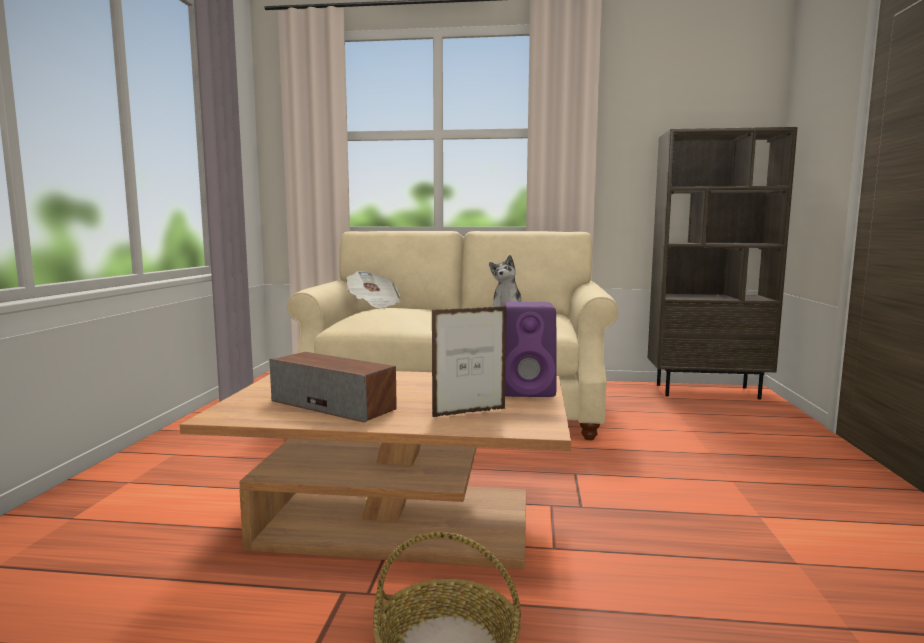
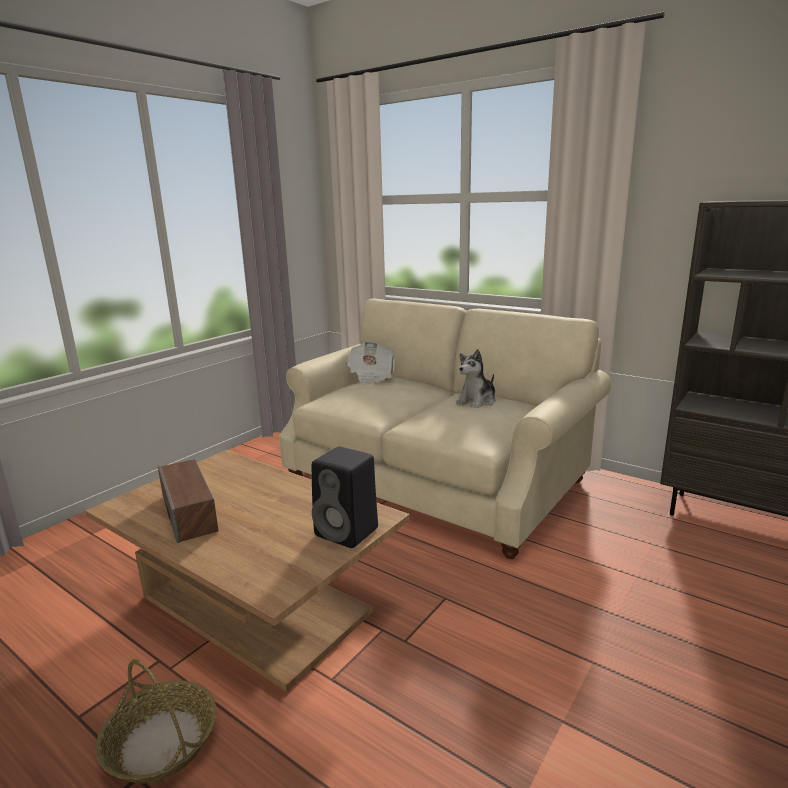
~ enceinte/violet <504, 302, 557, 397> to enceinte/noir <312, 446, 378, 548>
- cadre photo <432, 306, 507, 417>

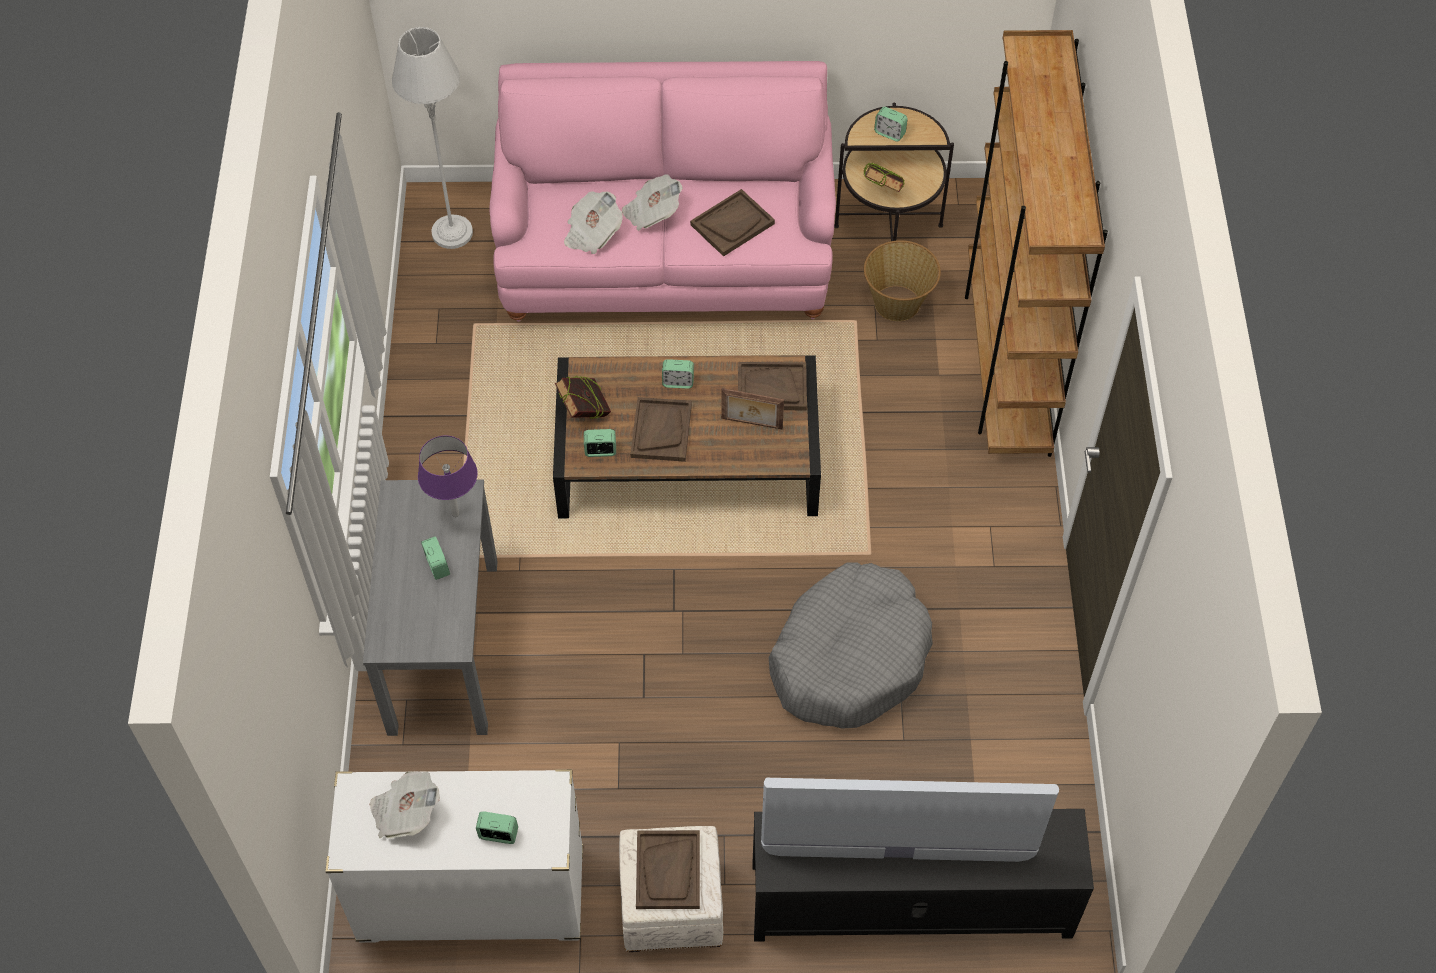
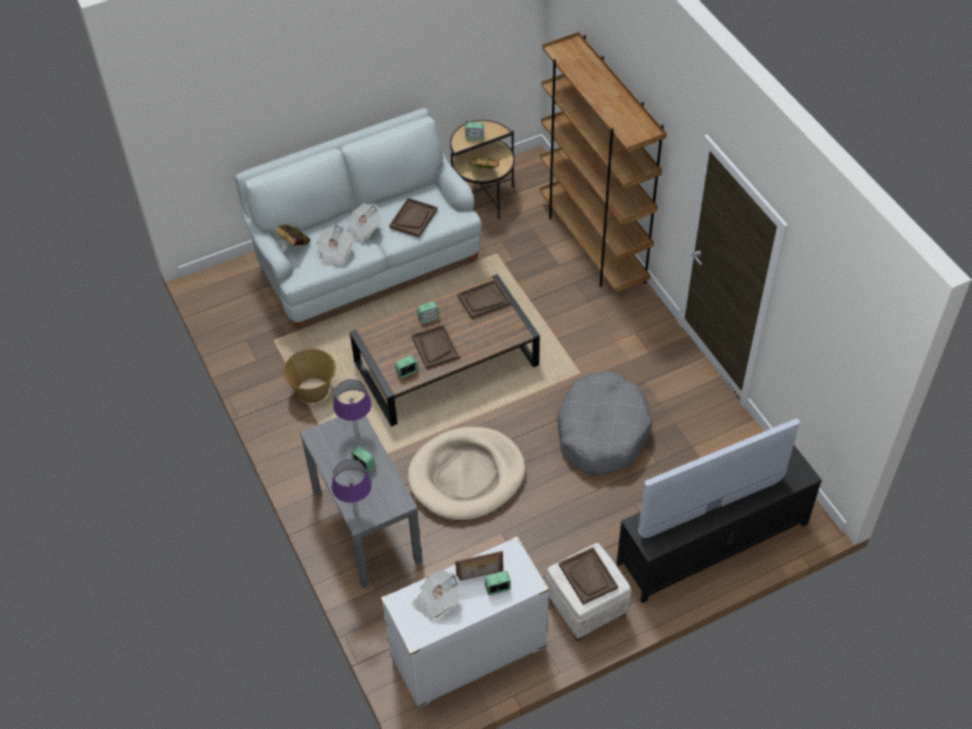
- lampadaire/gris <392, 27, 473, 249>
~ canapé/rose <490, 61, 836, 322> to canapé/blanc <235, 108, 481, 329>
~ panier <864, 240, 941, 321> to <284, 349, 336, 403>
~ livre <555, 375, 611, 419> to <275, 224, 310, 246>
~ cadre photo <721, 388, 784, 430> to <455, 551, 503, 581>
+ panier pour chien/beige <408, 427, 525, 521>
+ lampe de table/violet <332, 459, 372, 514>

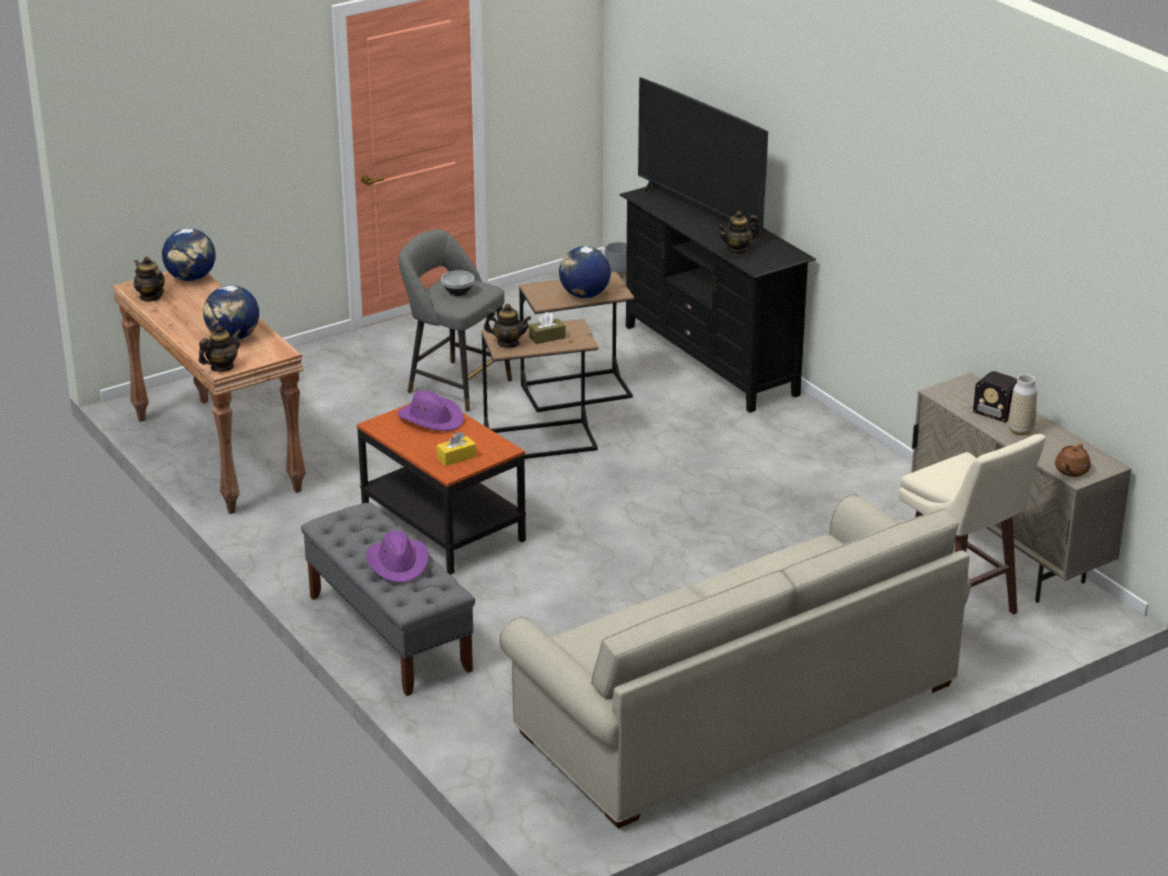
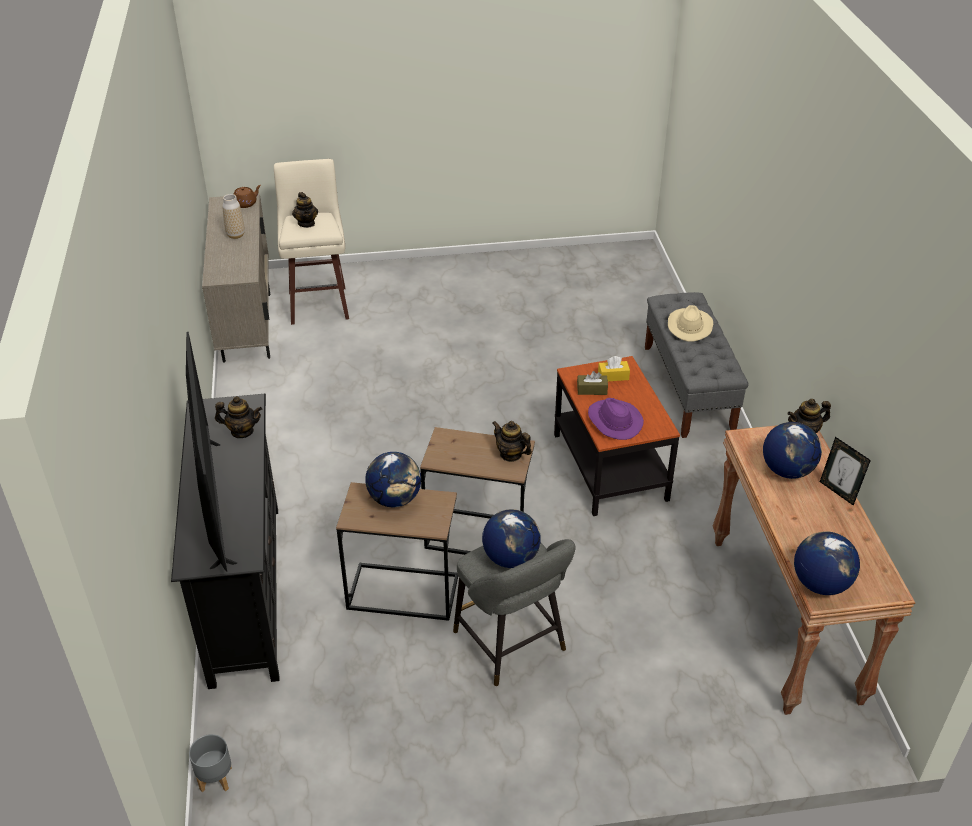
~ théière <134, 257, 165, 302> to <292, 192, 318, 228>
~ bol <441, 270, 474, 296> to globe <482, 509, 541, 568>
~ boîte à mouchoirs/marron <529, 312, 565, 344> to <577, 371, 608, 395>
- radio <956, 371, 1017, 423>
- canapé/beige <499, 494, 971, 828>
~ chapeau/violet <365, 531, 429, 583> to chapeau/beige <668, 305, 713, 342>
+ cadre photo <820, 437, 871, 506>

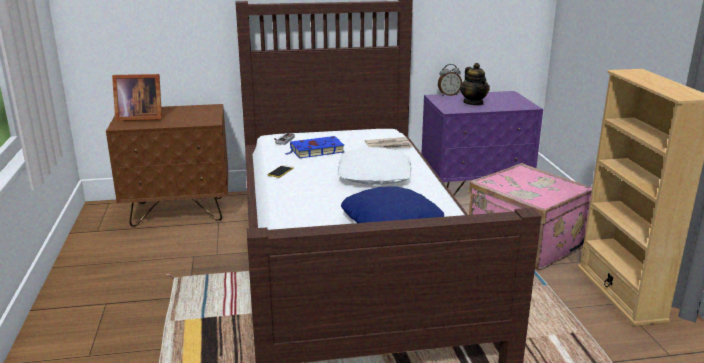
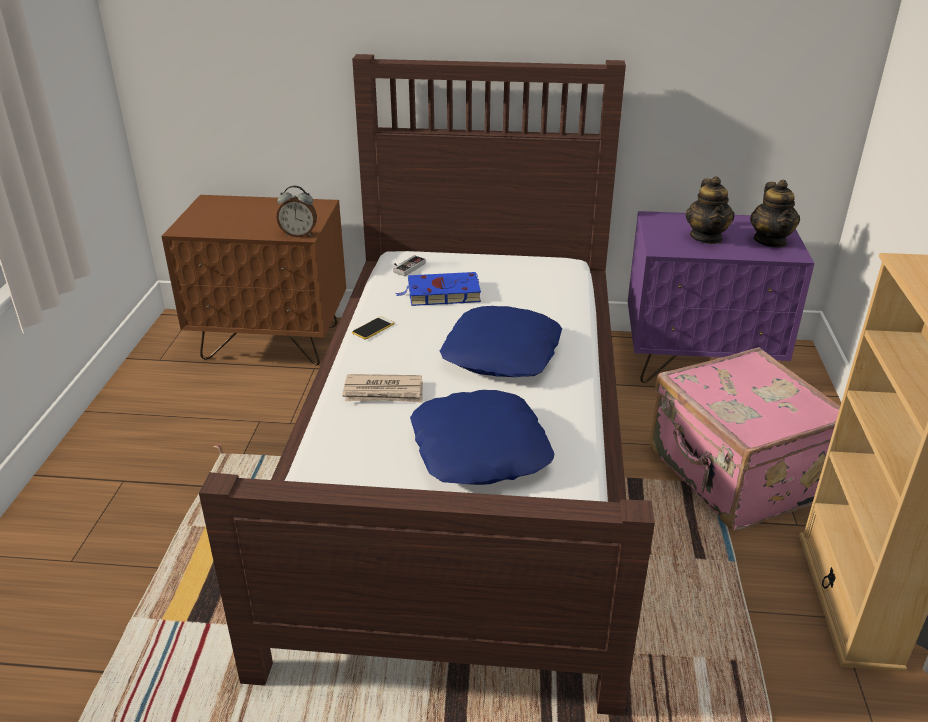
~ réveil <438, 64, 462, 96> to <276, 185, 317, 237>
- cadre photo <112, 74, 162, 121>
~ journal <365, 137, 413, 148> to <342, 374, 423, 403>
~ coussin/blanc <338, 147, 412, 185> to coussin/bleu <440, 306, 562, 377>
+ théière <750, 180, 800, 248>

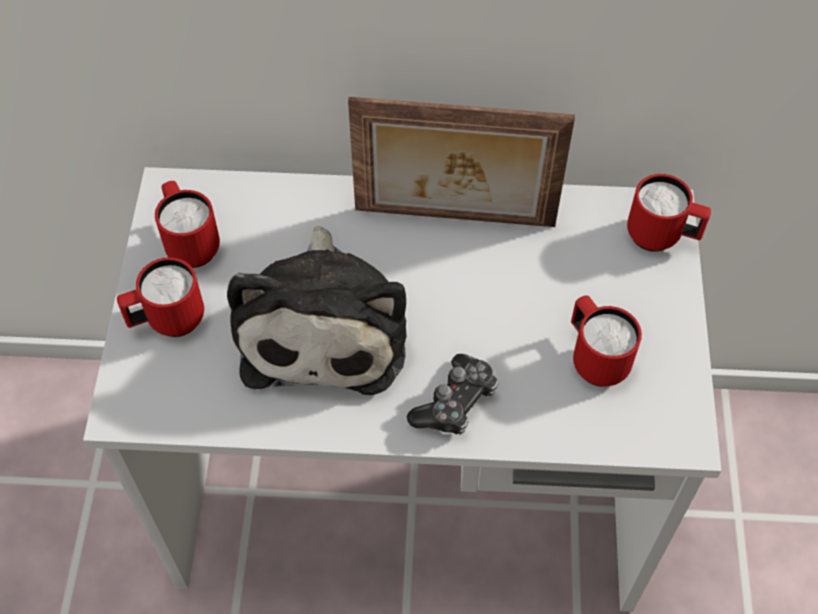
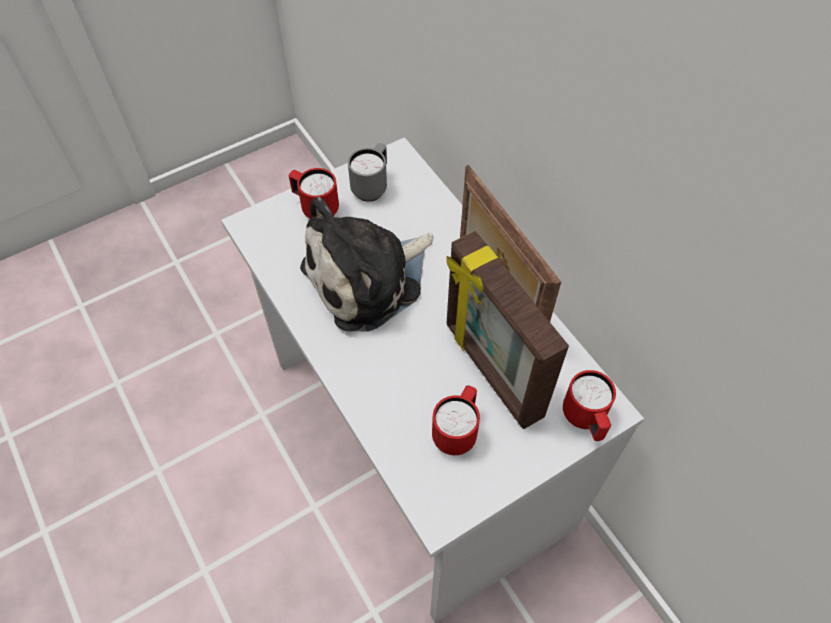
~ mug/rouge <155, 181, 220, 268> to mug/gris <348, 143, 387, 202>
- manette <407, 354, 498, 435>
+ cadre photo <446, 231, 569, 429>

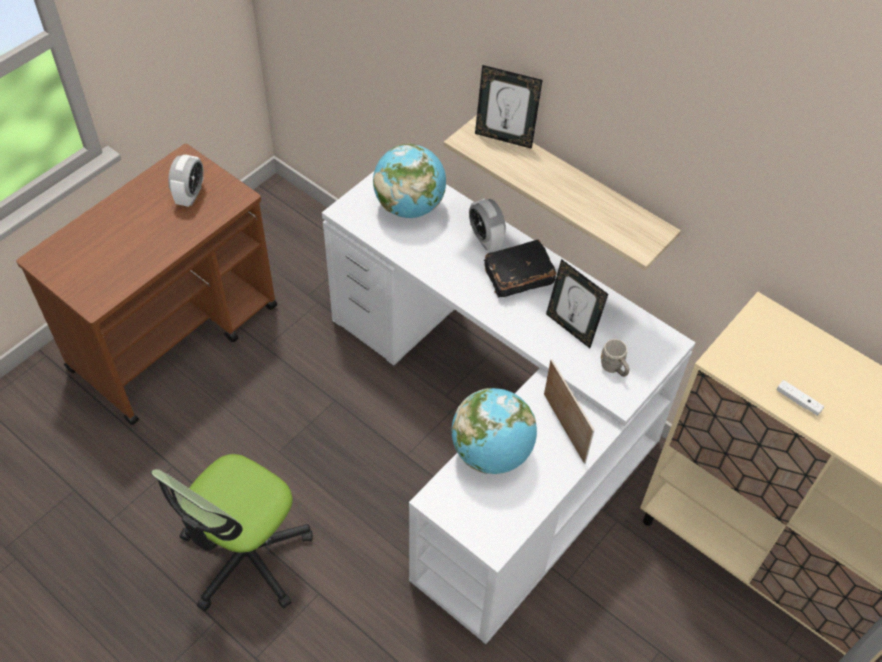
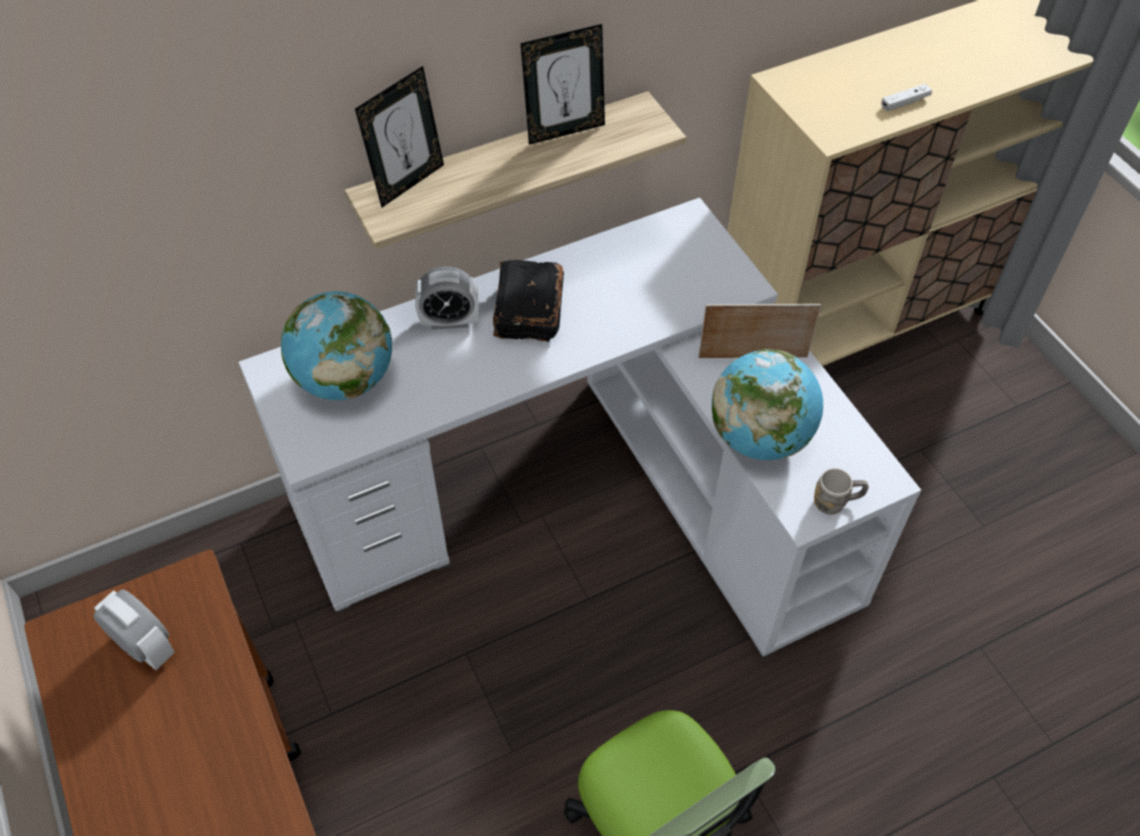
~ cadre photo <546, 259, 608, 348> to <521, 24, 605, 145>
~ mug/gris <601, 339, 630, 377> to <814, 468, 869, 515>

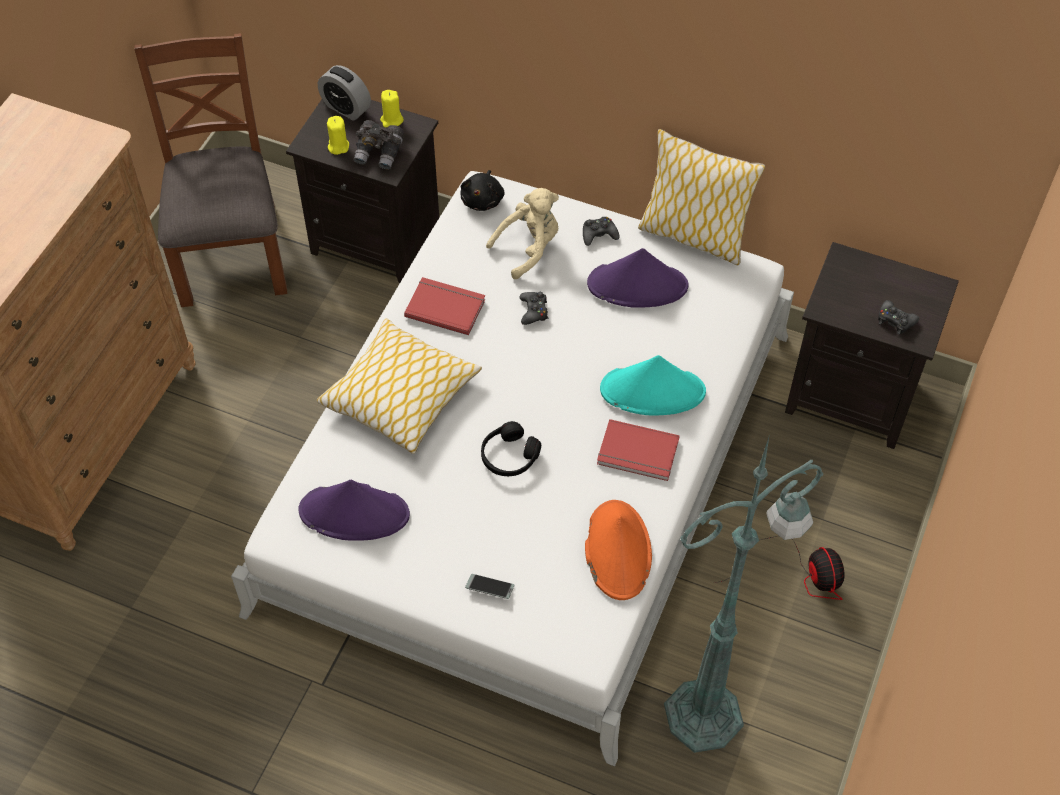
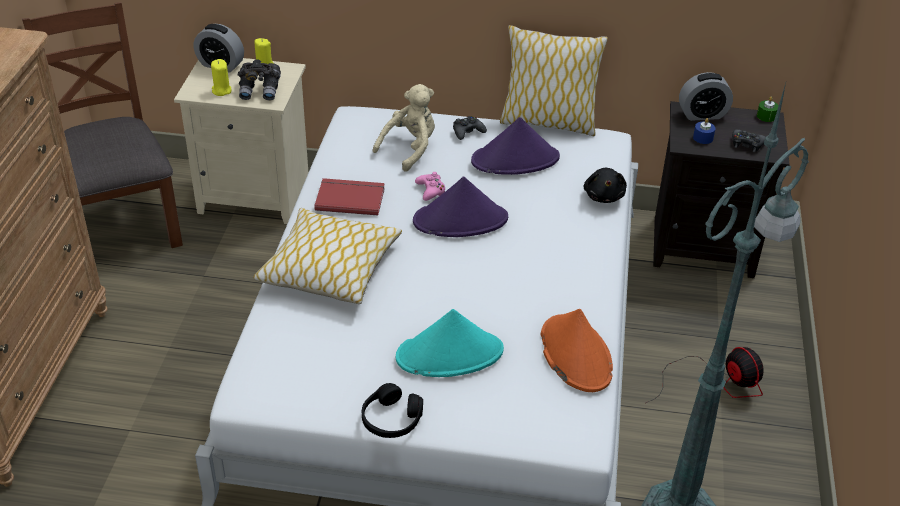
~ table de chevet/noir <286, 100, 439, 284> to table de chevet/beige <174, 58, 309, 224>
~ peluche/noir <460, 170, 505, 211> to <584, 168, 627, 203>
~ manette/noir <520, 292, 548, 325> to manette/rose <415, 172, 445, 201>
~ chapeau/turquoise <600, 355, 706, 415> to <396, 309, 504, 377>
- livre/rouge <597, 419, 680, 481>
~ casque audio/noir <481, 421, 541, 476> to <362, 383, 423, 438>
~ chapeau/violet <298, 480, 410, 541> to <413, 177, 508, 237>
- téléphone <465, 574, 514, 599>
+ réveil <679, 72, 733, 121>
+ bougie/vert <757, 97, 779, 122>
+ bougie/bleu <693, 118, 716, 144>

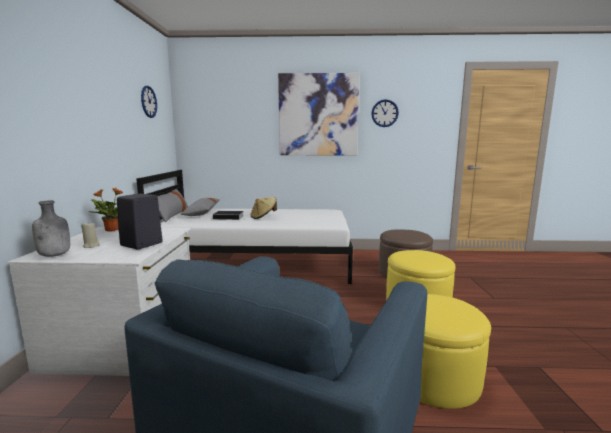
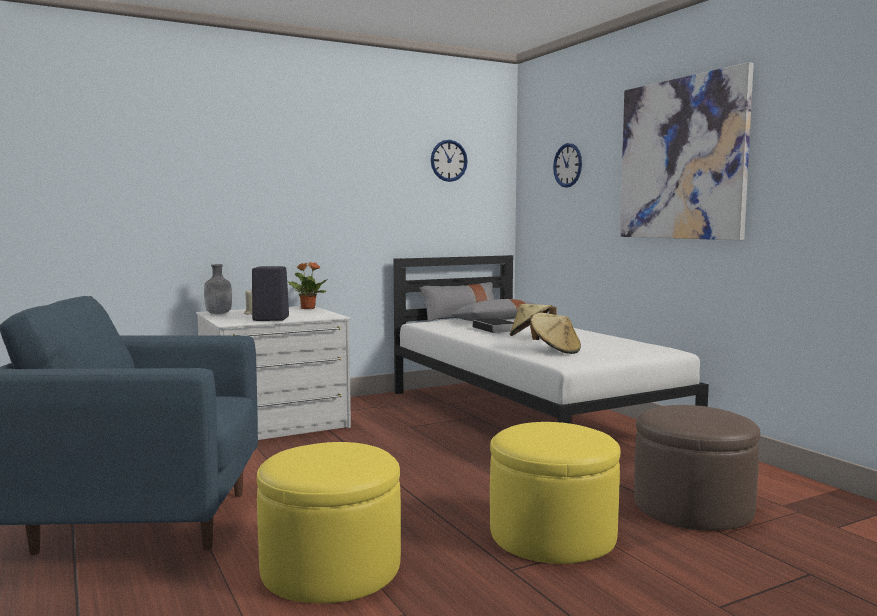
~ horloge murale <371, 99, 399, 127> to <553, 143, 582, 188>
+ chapeau/beige <530, 313, 581, 354>

